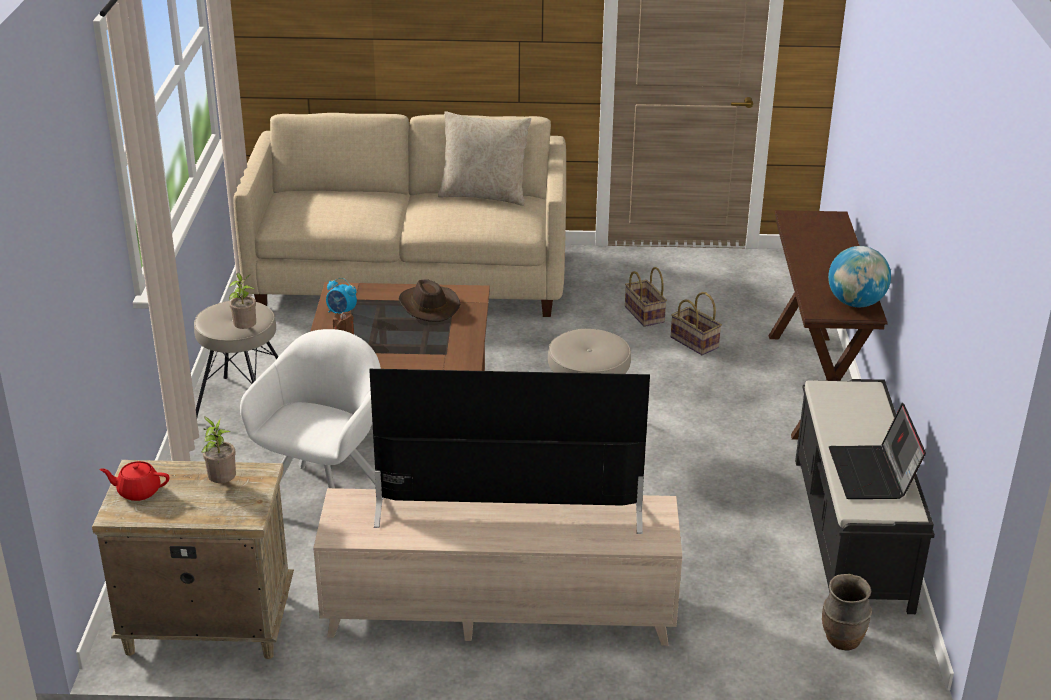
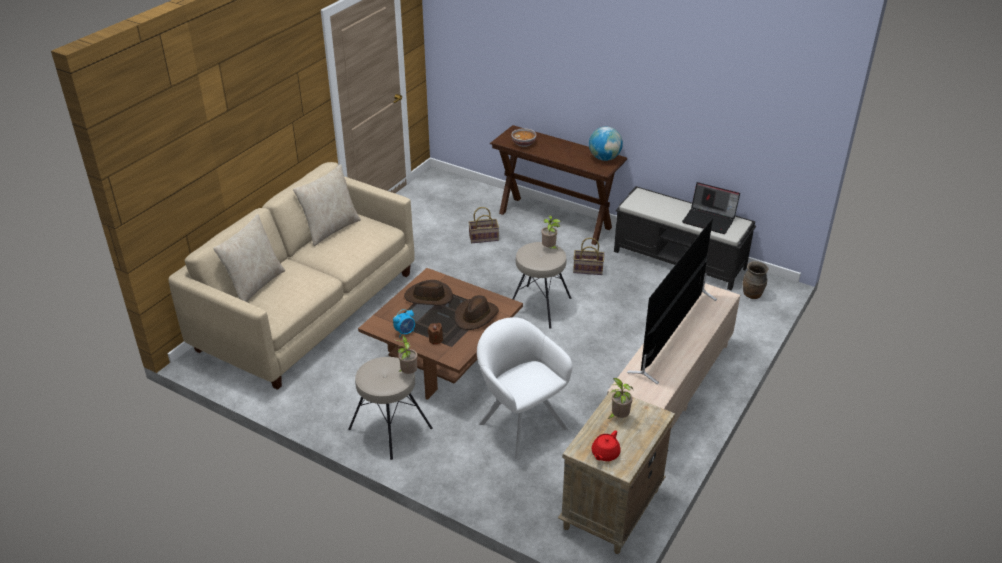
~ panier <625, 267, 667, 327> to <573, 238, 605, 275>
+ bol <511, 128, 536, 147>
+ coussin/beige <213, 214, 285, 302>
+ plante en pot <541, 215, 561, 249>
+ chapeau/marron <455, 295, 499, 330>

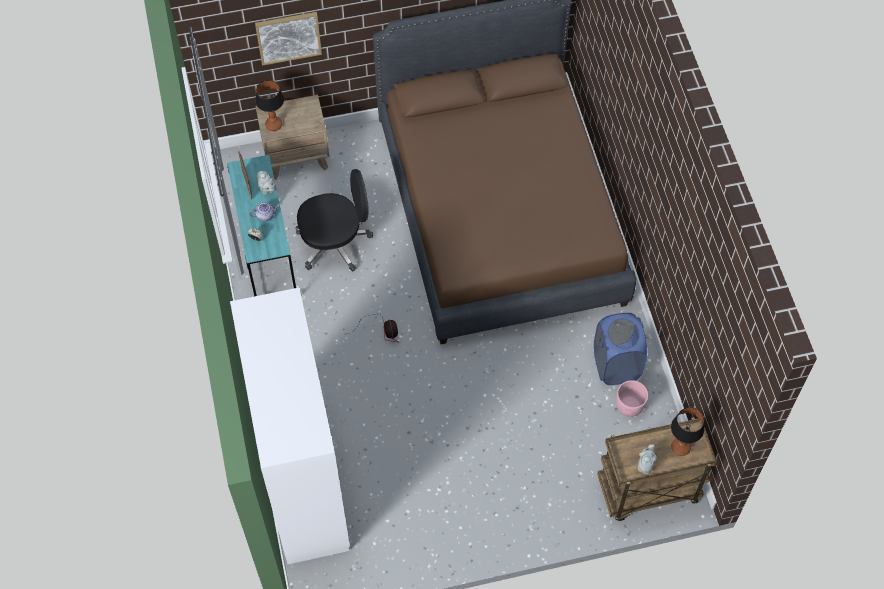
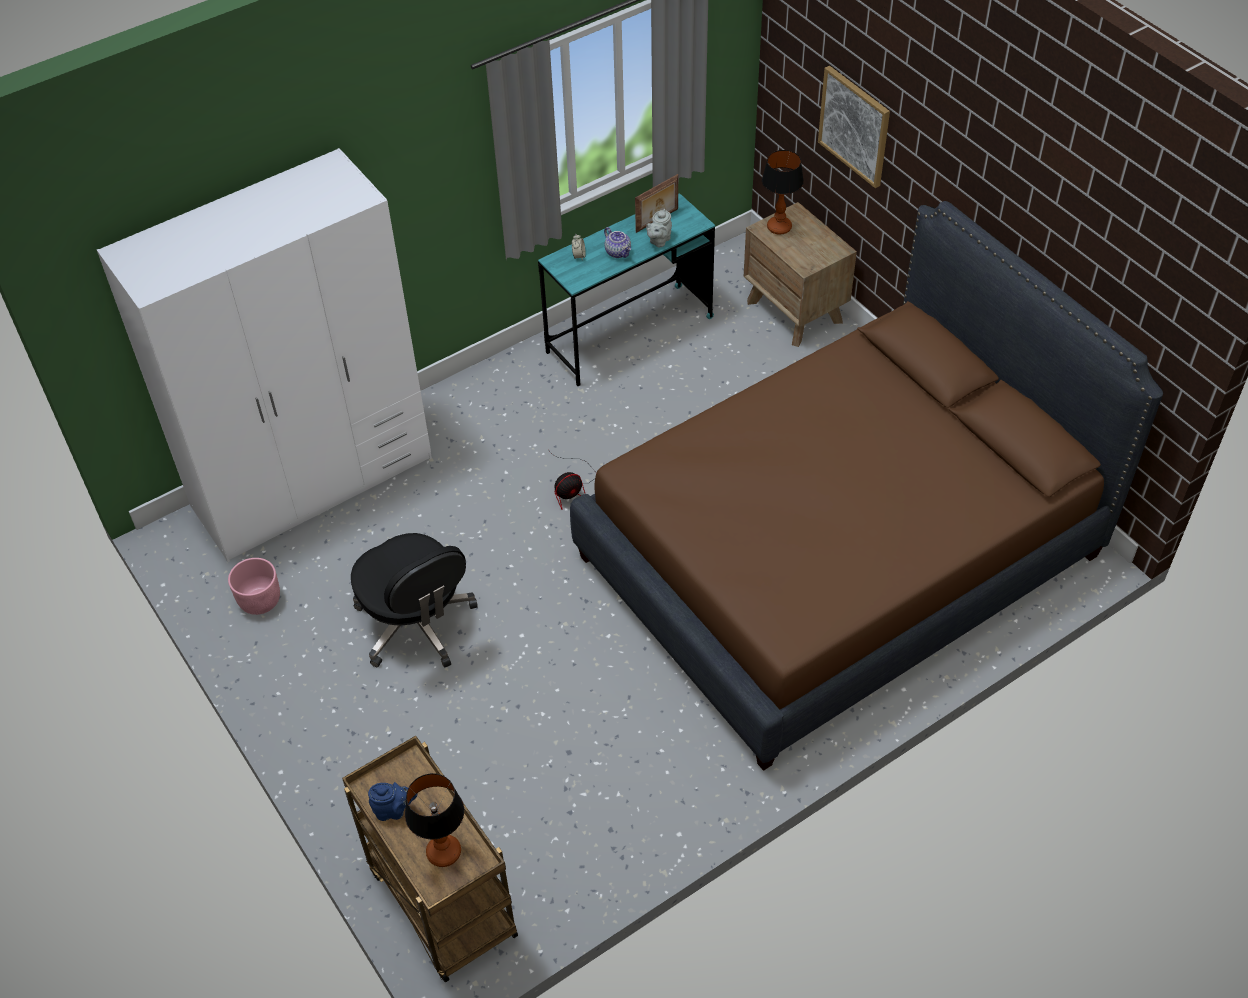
~ chaise de bureau/noir <296, 169, 373, 272> to <351, 533, 478, 668>
- panier à linge/bleu <594, 313, 647, 385>
~ cache-pot/rose <616, 380, 648, 417> to <228, 558, 280, 615>
~ théière/gris <638, 444, 657, 475> to théière/bleu <368, 782, 418, 821>

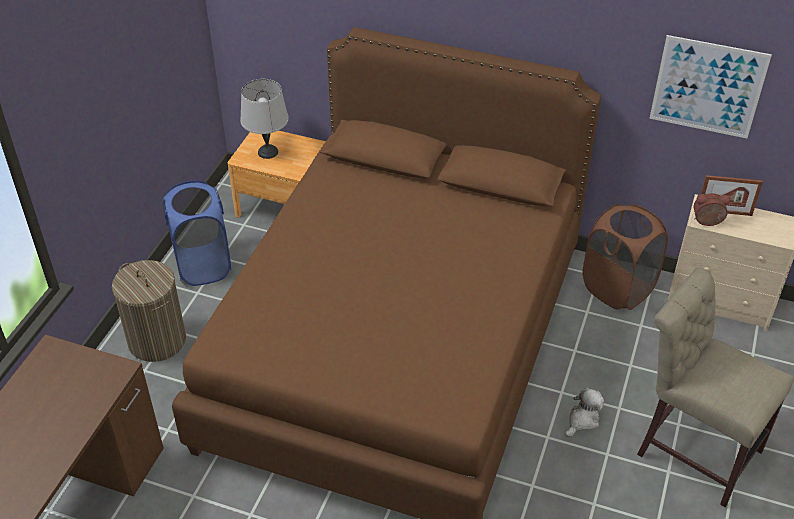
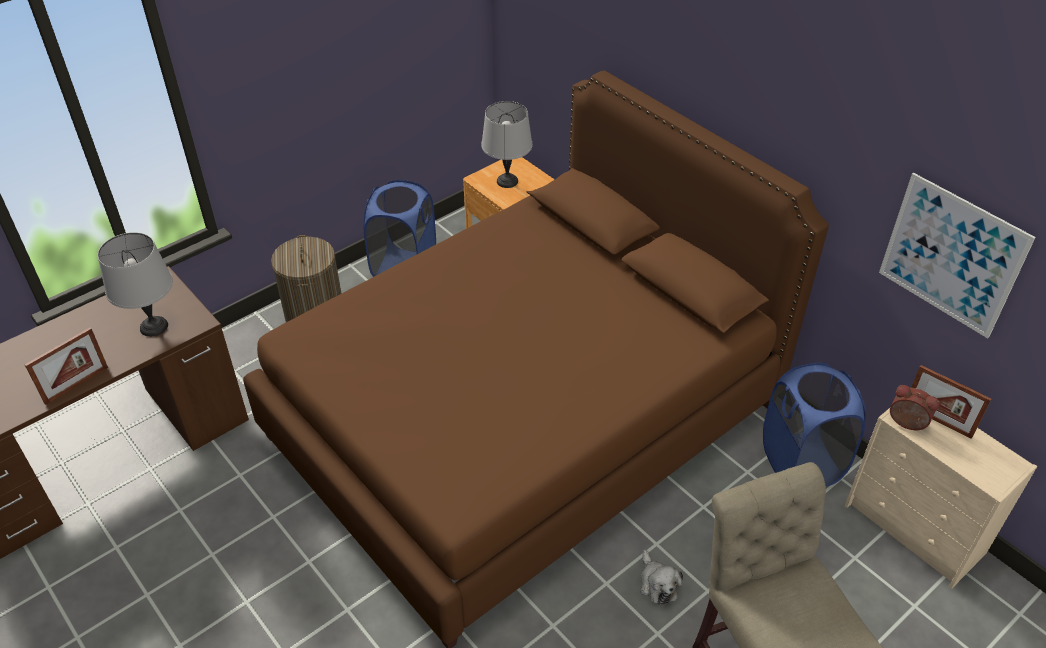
~ panier à linge/marron <583, 204, 668, 310> to panier à linge/bleu <763, 363, 866, 486>
~ peluche <565, 387, 604, 437> = <640, 550, 683, 605> 90 degrees clockwise
+ lampe de table/gris <98, 232, 173, 337>
+ cadre photo <25, 327, 108, 405>

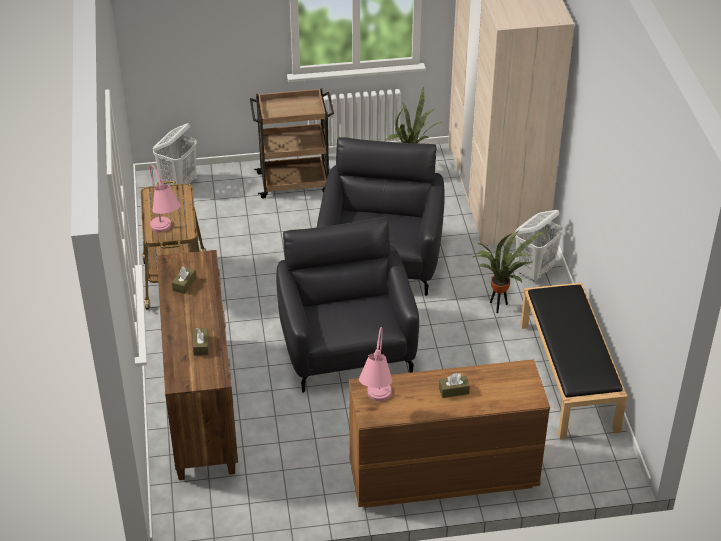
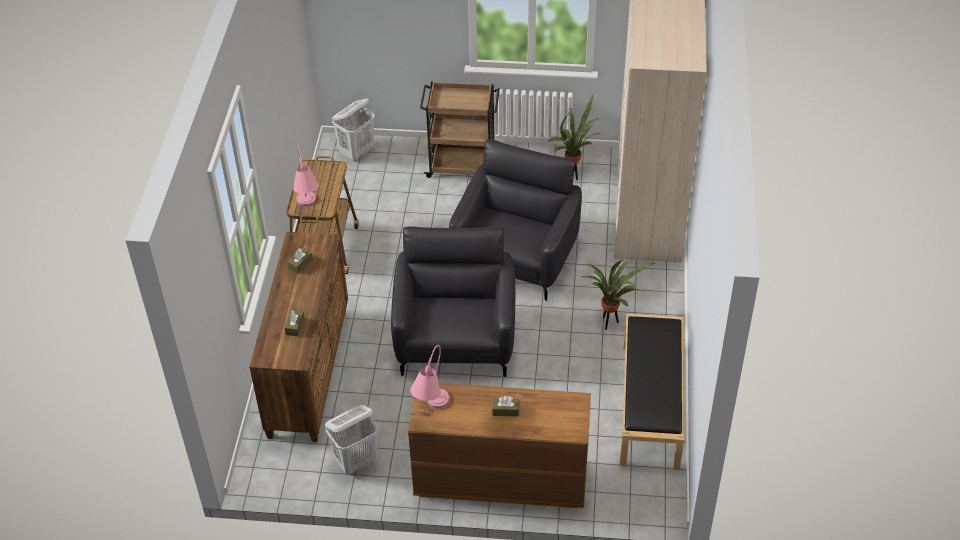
~ panier à linge/blanc <515, 210, 563, 282> to <325, 405, 378, 474>

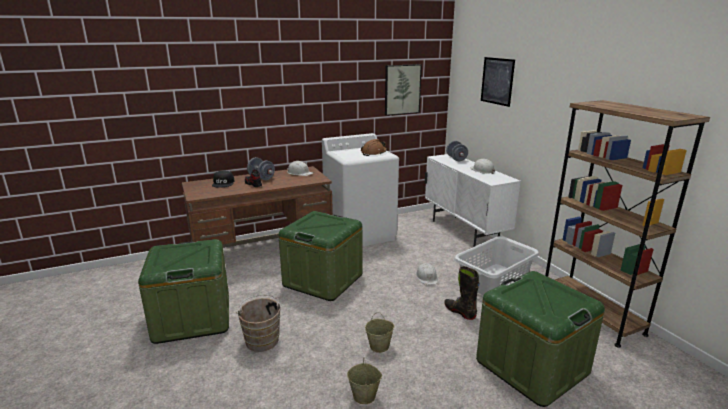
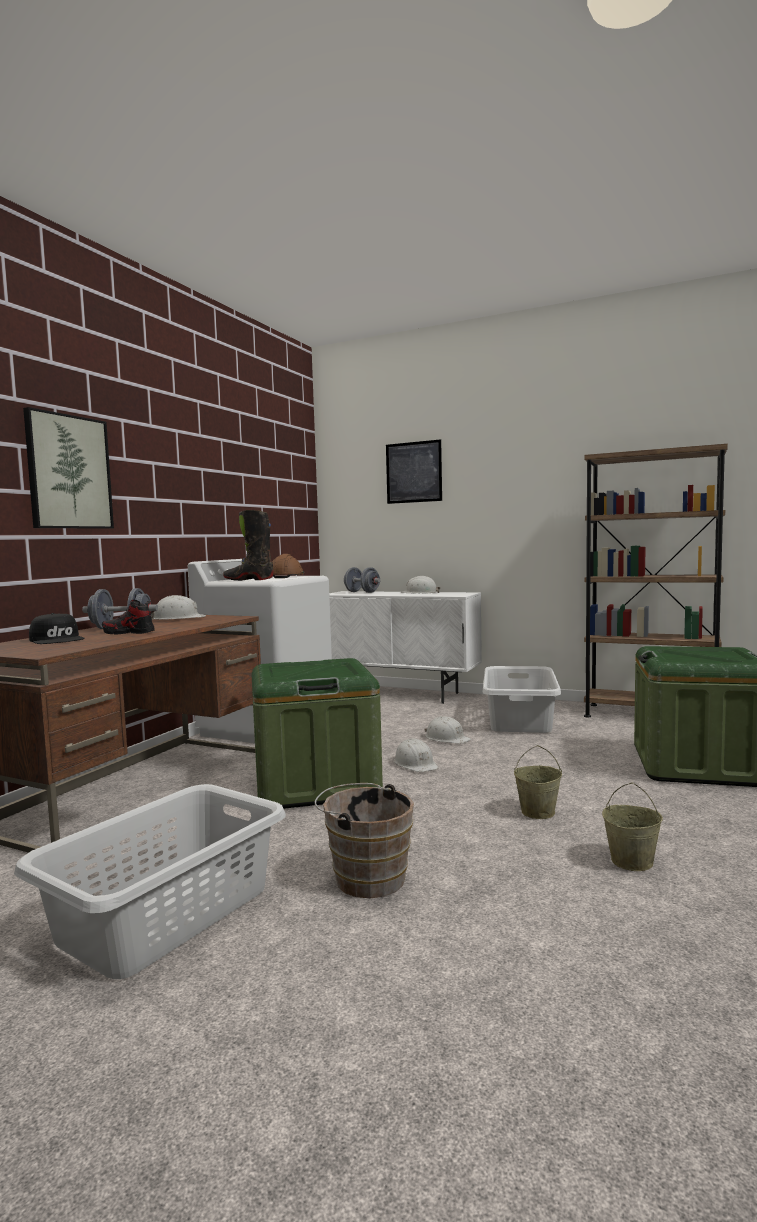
~ tableau <385, 64, 422, 116> to <23, 407, 114, 529>
~ boîte de rangement/vert <138, 239, 229, 344> to panier à linge/gris <14, 784, 286, 979>
~ botte/noir <444, 266, 480, 320> to <223, 510, 274, 581>
+ casque de chantier/blanc <394, 739, 438, 772>

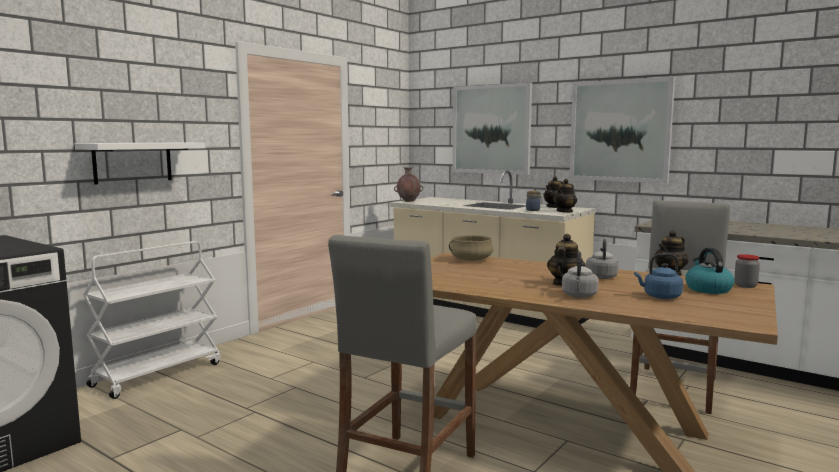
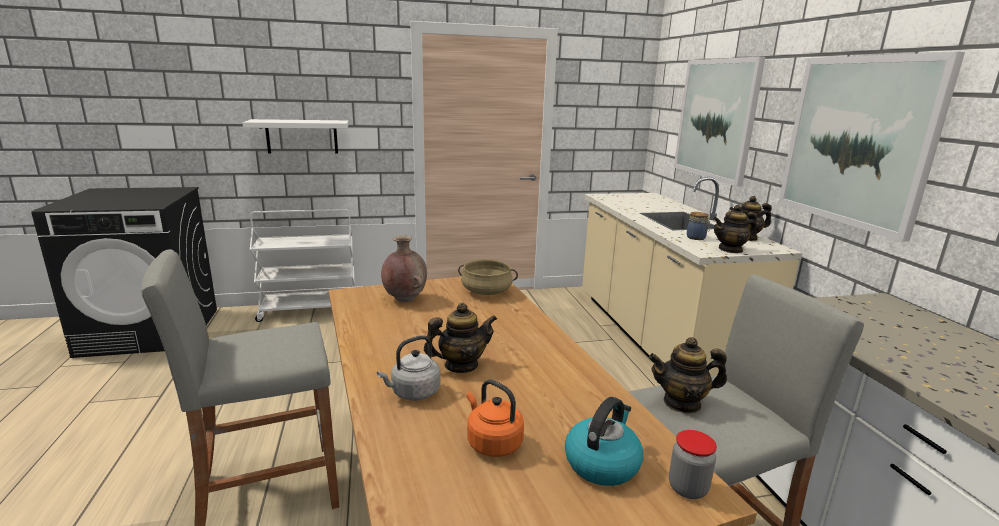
~ vase/marron <394, 167, 423, 202> to <381, 235, 427, 302>
- bouilloire/gris <586, 239, 619, 279>
~ bouilloire/bleu <634, 253, 683, 299> to bouilloire/orange <467, 379, 524, 457>

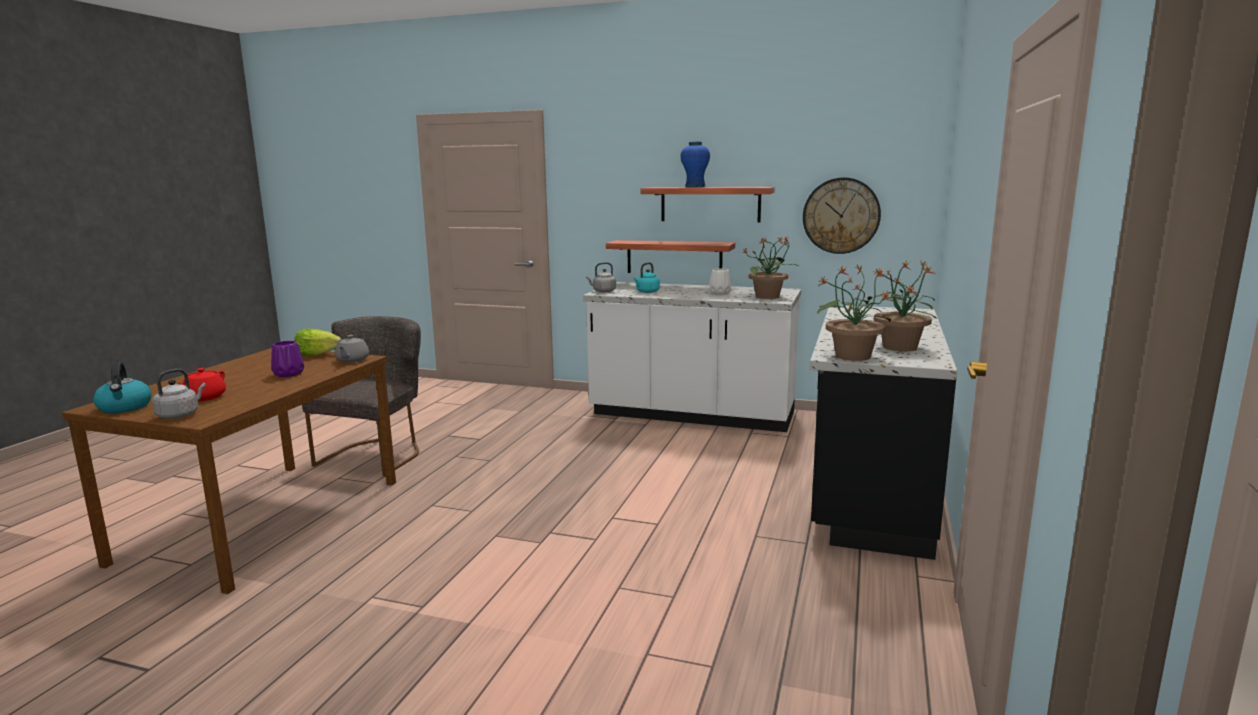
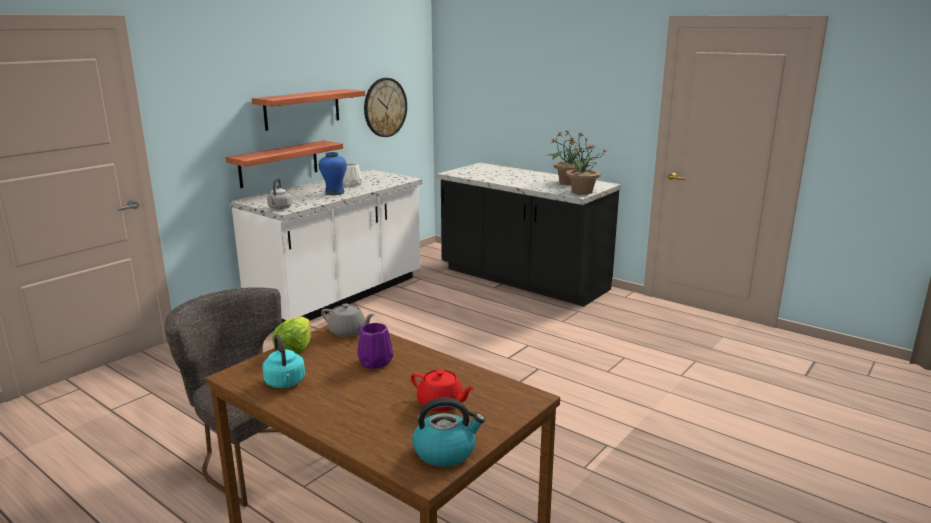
~ vase/bleu <680, 142, 710, 188> to <319, 152, 347, 195>
- plante en pot <742, 236, 800, 299>
~ bouilloire/turquoise <633, 262, 660, 293> to <262, 334, 305, 388>
- bouilloire/gris <152, 369, 206, 419>

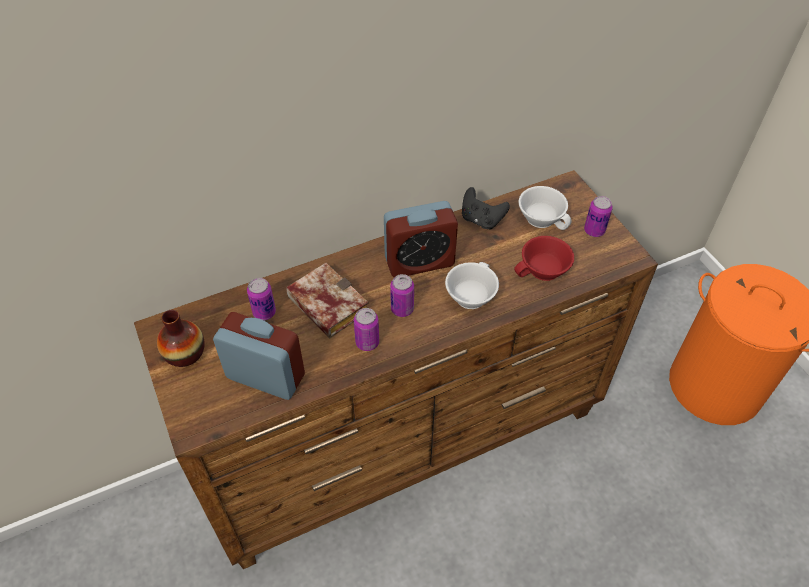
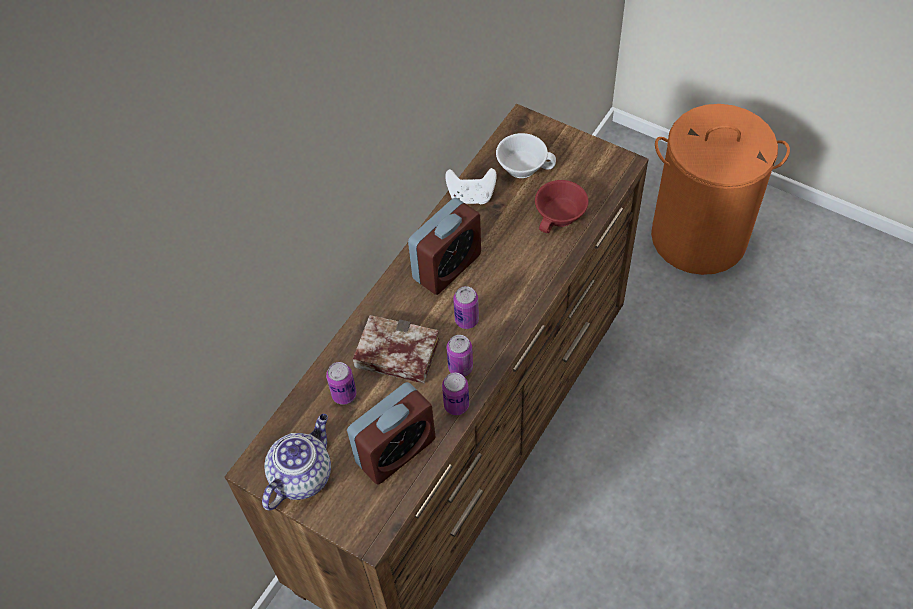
~ manette/noir <462, 187, 510, 230> to manette/blanc <445, 168, 497, 204>
~ boîte métallique <584, 196, 613, 237> to <442, 373, 469, 415>
- tasse/blanc <445, 262, 499, 309>
~ vase <157, 310, 204, 367> to théière <262, 414, 331, 510>
~ réveil <213, 312, 305, 400> = <347, 382, 435, 485> 150 degrees clockwise

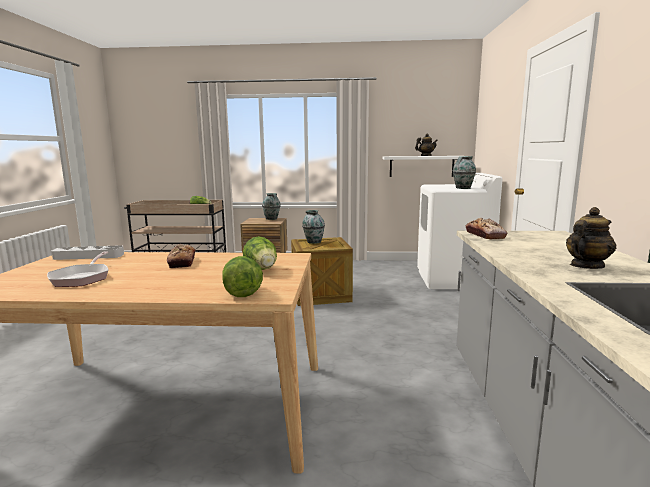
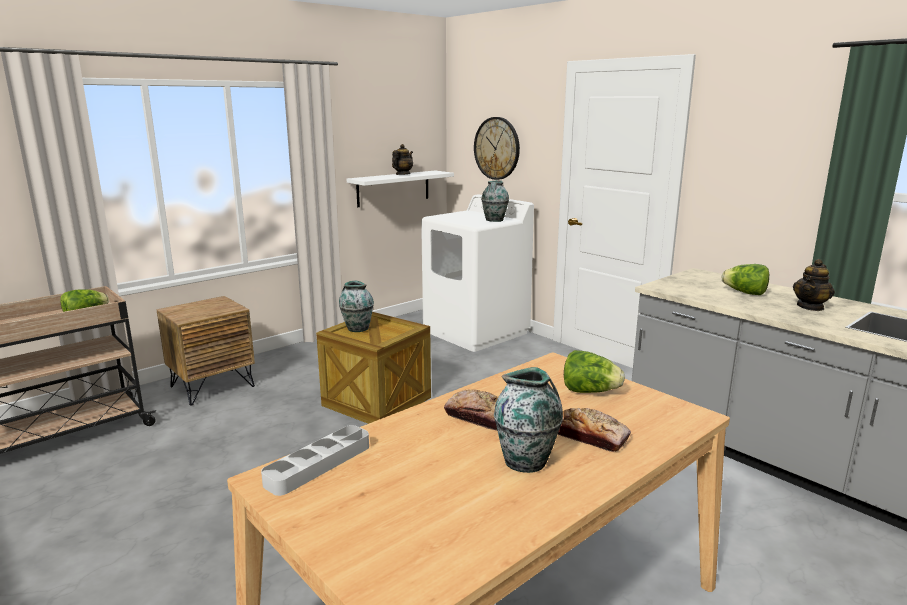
~ vase <262, 193, 280, 220> to <494, 367, 563, 473>
~ théière <566, 207, 616, 269> = <793, 259, 835, 311> 150 degrees counterclockwise
~ pain <466, 218, 507, 239> to <558, 408, 631, 452>
- poêle <47, 252, 109, 287>
~ laitue <222, 256, 263, 297> to <722, 264, 769, 295>
+ horloge murale <474, 117, 520, 180>

